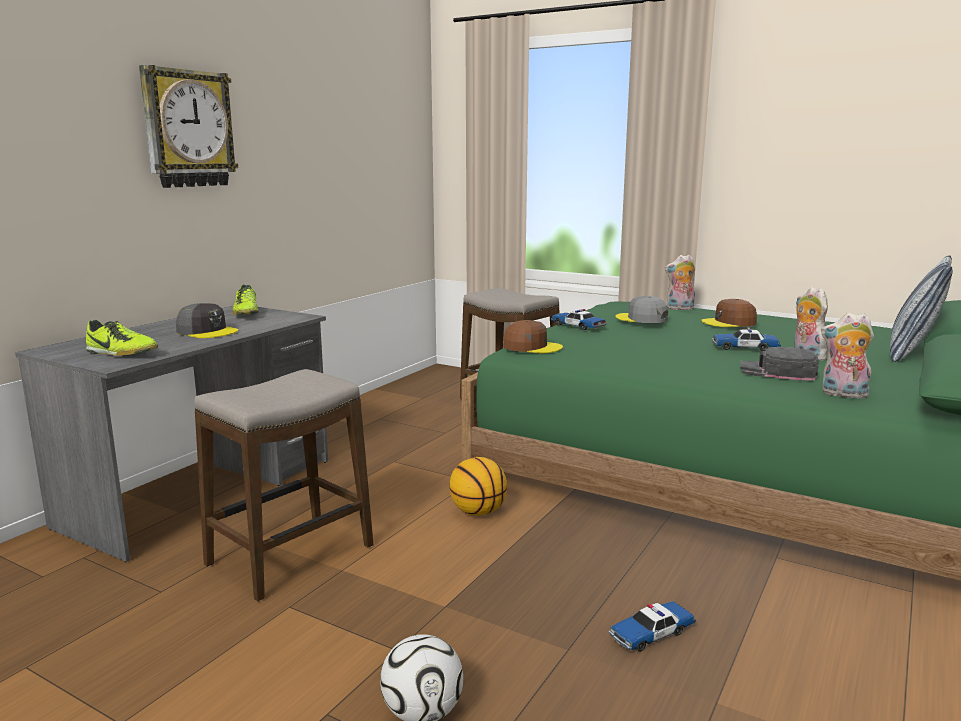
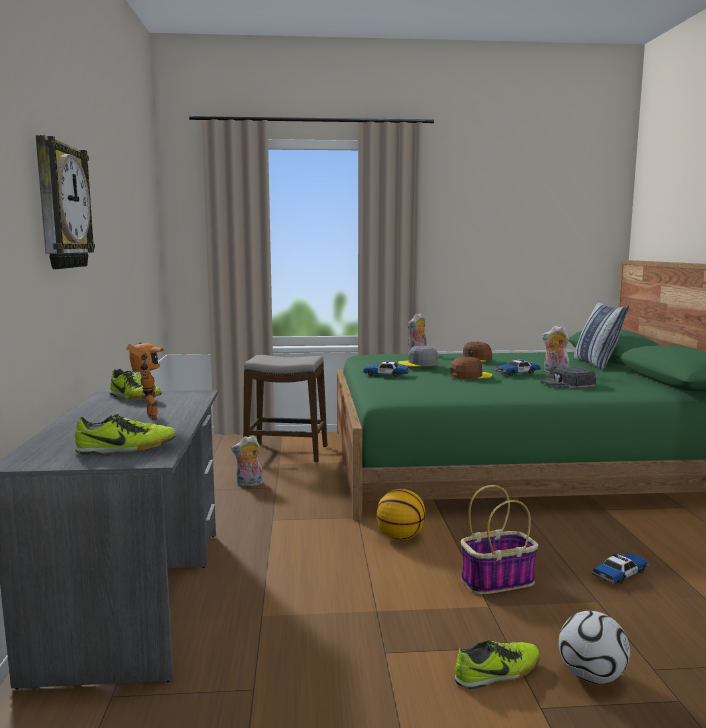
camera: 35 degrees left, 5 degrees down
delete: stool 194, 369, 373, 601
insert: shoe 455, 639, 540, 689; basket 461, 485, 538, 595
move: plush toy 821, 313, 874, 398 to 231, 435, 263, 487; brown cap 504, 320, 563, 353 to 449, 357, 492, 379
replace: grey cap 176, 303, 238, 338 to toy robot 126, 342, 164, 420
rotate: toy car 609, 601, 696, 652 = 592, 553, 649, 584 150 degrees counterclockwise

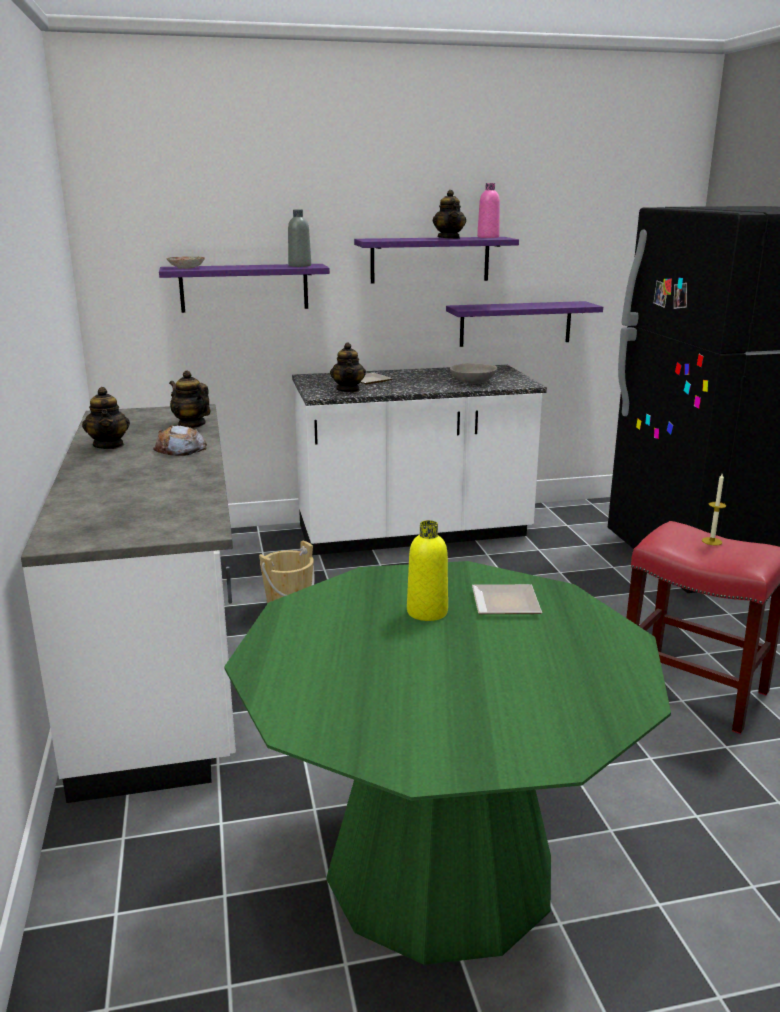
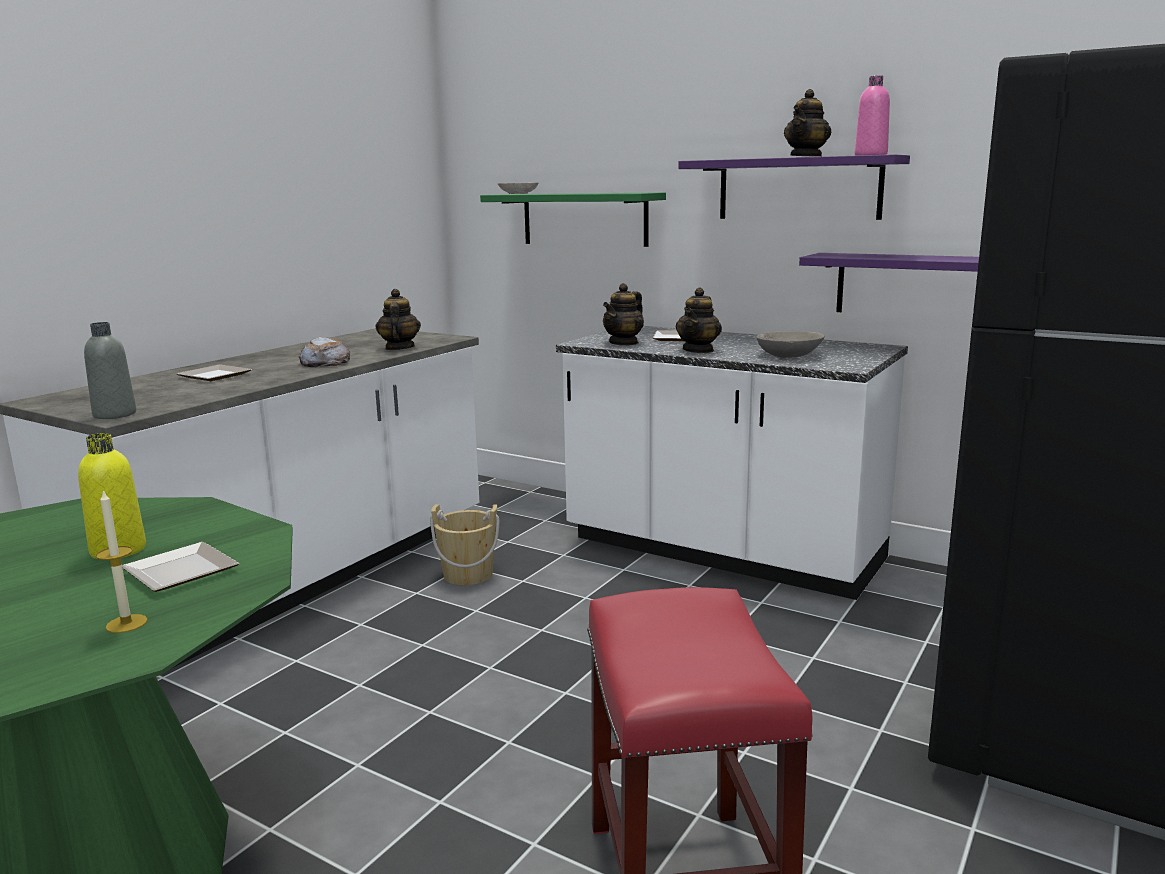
camera: 45 degrees right, 5 degrees down
insert: plate 177, 364, 252, 381
move: grey bottle 288, 209, 311, 267 to 84, 322, 136, 419; candle 702, 474, 726, 545 to 96, 490, 148, 633; teapot 82, 387, 130, 449 to 676, 287, 722, 353
recolor: purple shelf 159, 264, 330, 313 to green shelf 480, 192, 666, 247

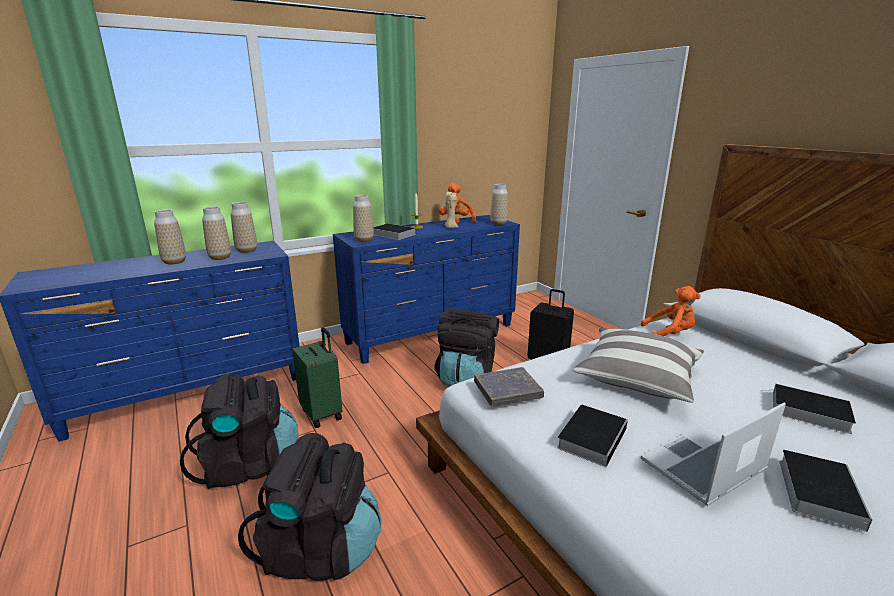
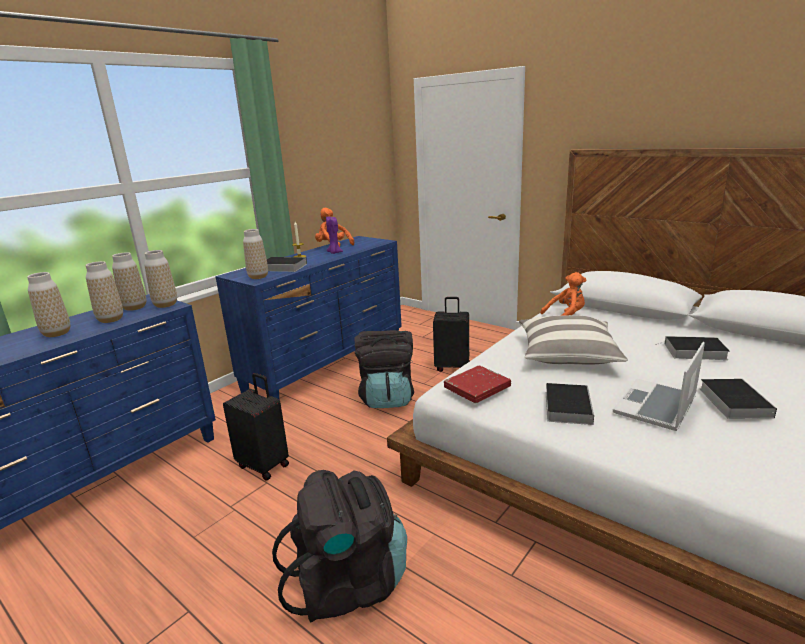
camera: 20 degrees left, 0 degrees up
delete: black backpack 180, 374, 299, 490
move: vase 490, 184, 508, 225 to 145, 250, 177, 308
recolor: green suitcase 292, 327, 342, 428 to black suitcase 223, 373, 289, 481; beige candle 444, 192, 458, 228 to purple candle 326, 217, 343, 254; grey book 474, 367, 544, 407 to red book 444, 366, 511, 403

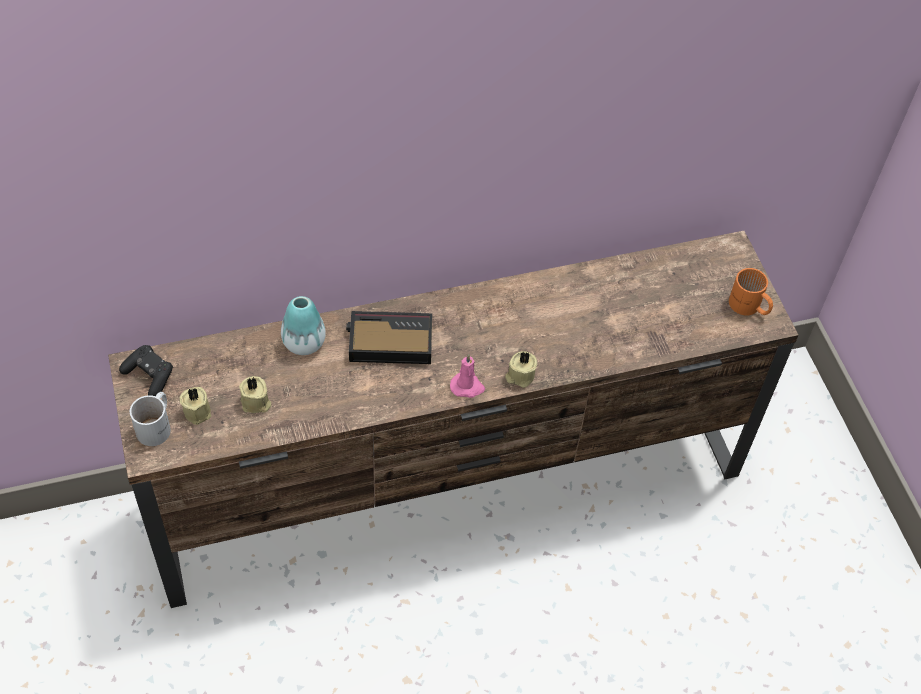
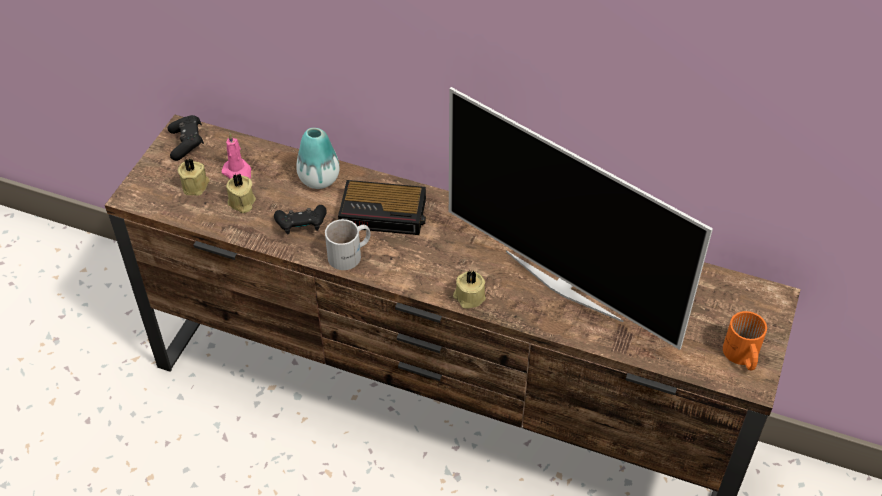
camera: 40 degrees right, 5 degrees down
insert: black game controller 274, 205, 327, 234; television 449, 87, 713, 350
move: pink candle 450, 354, 485, 398 to 222, 133, 252, 179; white mug 130, 392, 171, 446 to 325, 219, 371, 270
rotate: alarm clock 346, 311, 432, 364 = 338, 180, 426, 235 150 degrees clockwise

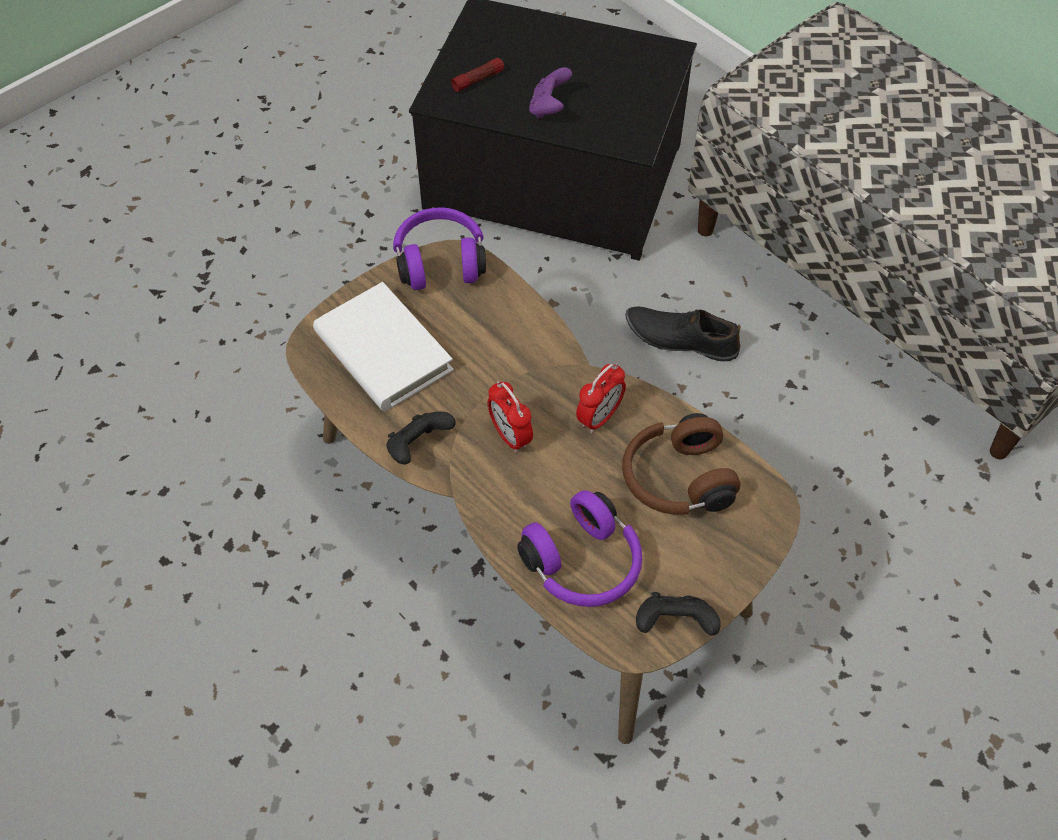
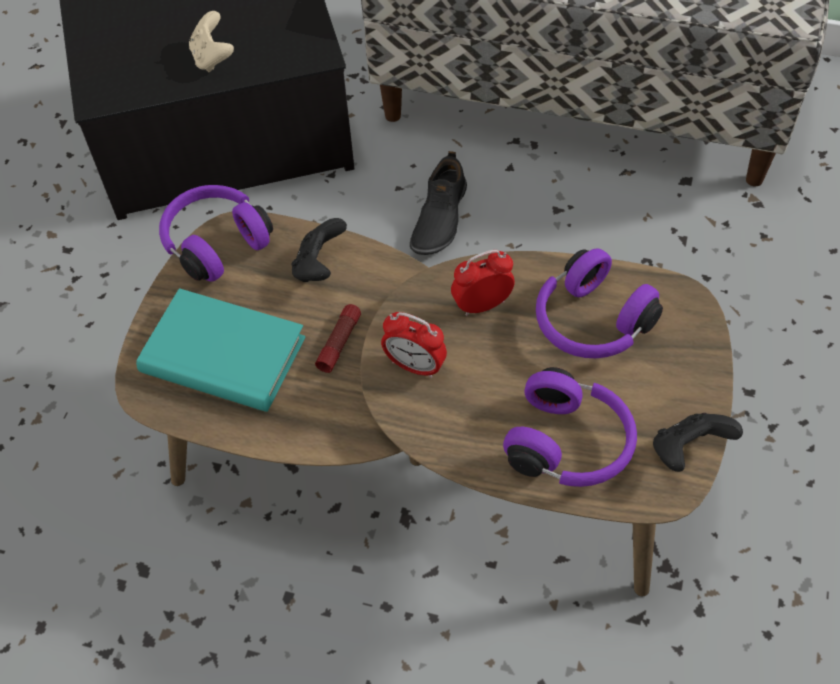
camera: 30 degrees left, 0 degrees up
move: black game controller 386, 411, 456, 465 to 291, 218, 347, 282; flashlight 451, 58, 504, 92 to 315, 304, 361, 373
recolor: white book 313, 282, 454, 412 to turquoise book 136, 288, 305, 412; purple game controller 529, 67, 572, 119 to beige game controller 189, 11, 234, 72; brown headphones 622, 413, 741, 515 to purple headphones 536, 248, 663, 358
rotate: black shoe 626, 306, 741, 362 = 410, 151, 467, 255 60 degrees counterclockwise; alarm clock 576, 363, 626, 433 = 451, 250, 515, 316 120 degrees counterclockwise

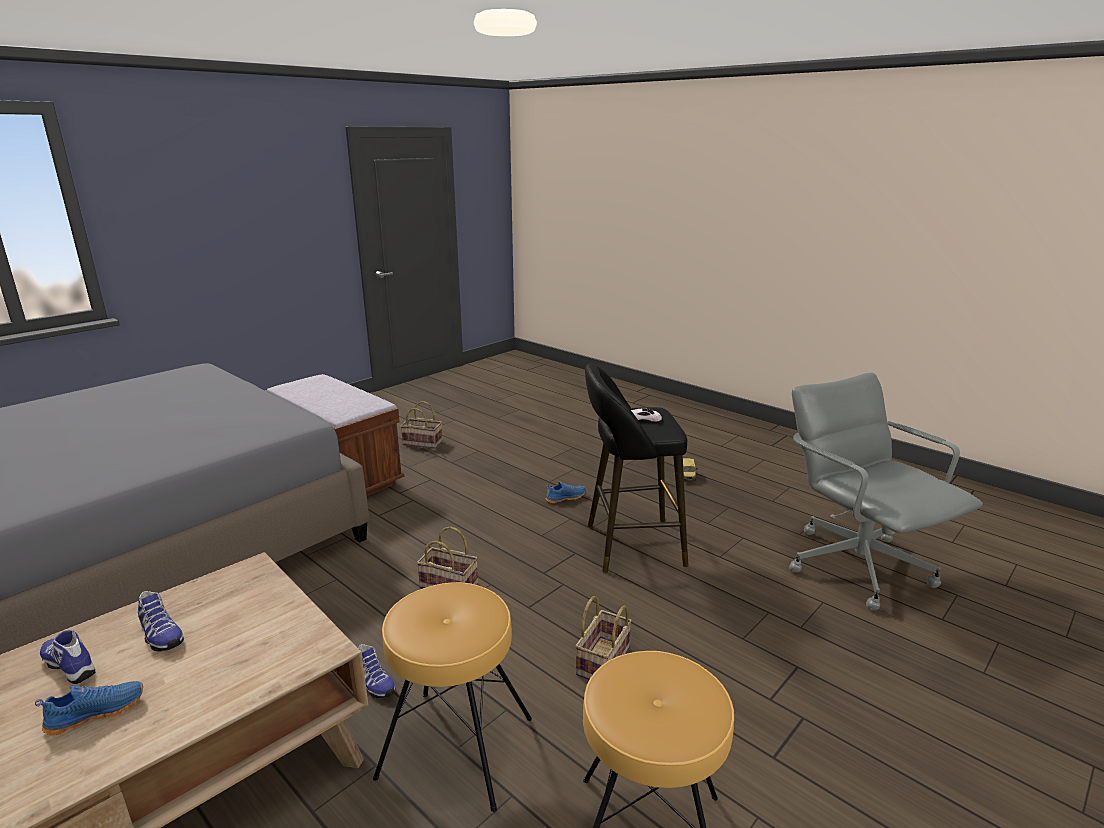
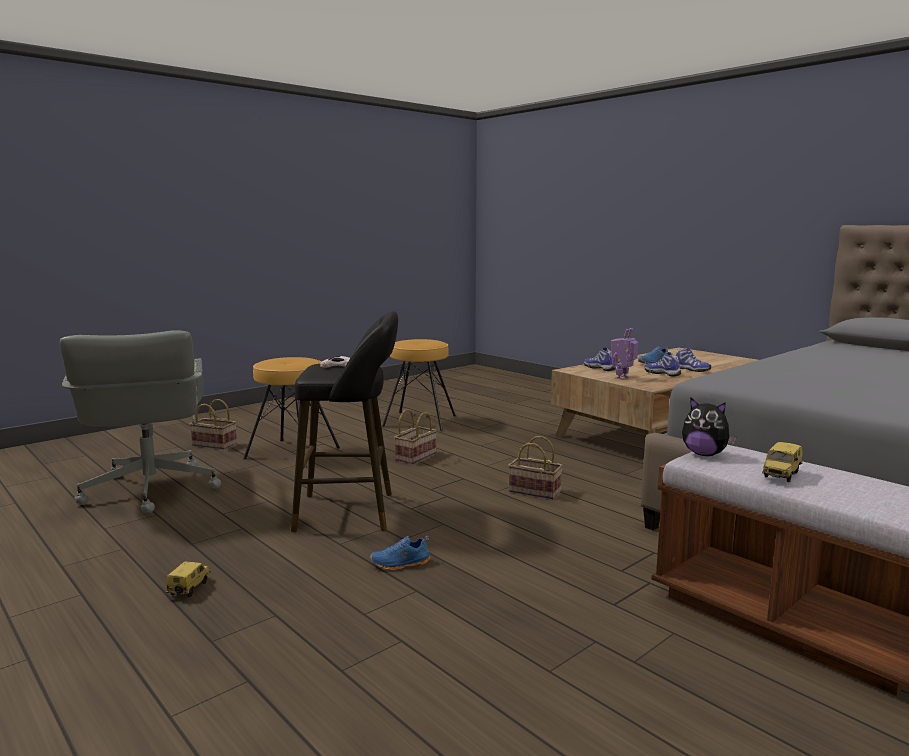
camera: 175 degrees left, 10 degrees down
insert: toy robot 611, 328, 639, 380; plush toy 682, 398, 737, 456; toy car 762, 442, 802, 482
move: basket 401, 401, 443, 449 to 190, 399, 237, 450; brown stool 373, 582, 532, 812 to 243, 357, 340, 468; shoe 358, 644, 395, 699 to 584, 347, 616, 371

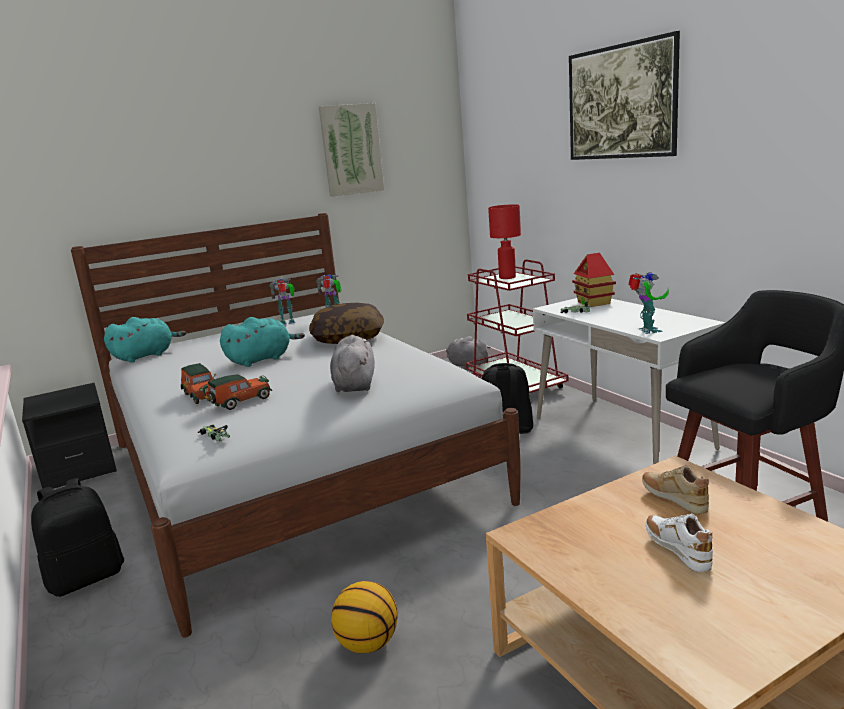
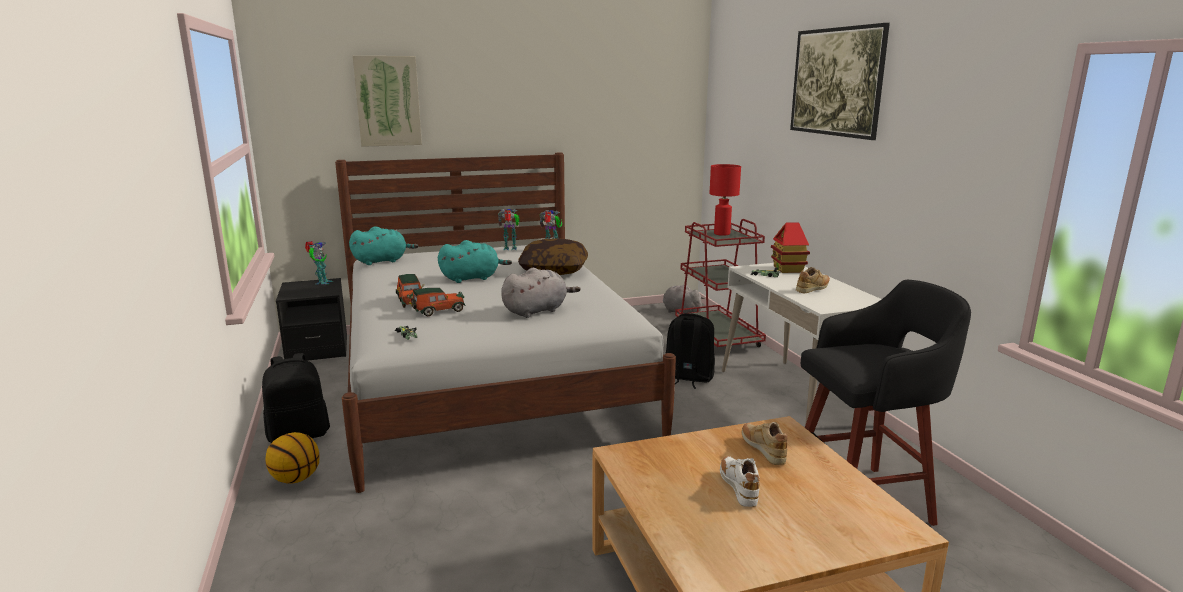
camera: 10 degrees right, 0 degrees up
insert: beige shoe 796, 267, 830, 294
move: basketball 331, 581, 398, 653 to 265, 432, 319, 484; toy robot 628, 272, 669, 334 to 305, 241, 333, 284; picture 319, 103, 384, 197 to 353, 56, 422, 147
rotate: grey plush toy 330, 335, 375, 392 = 501, 268, 581, 318 45 degrees clockwise

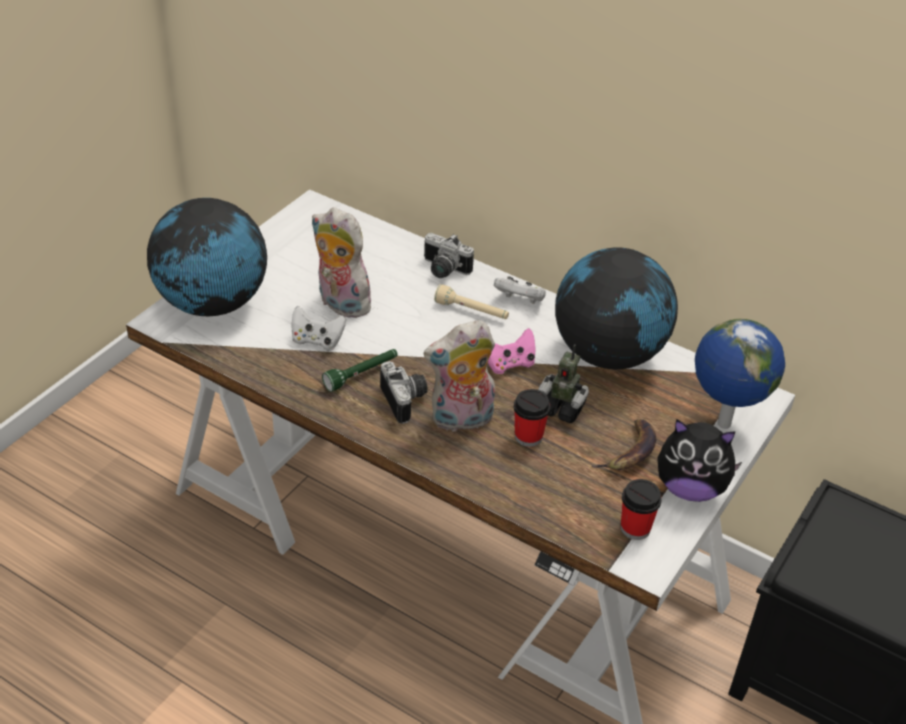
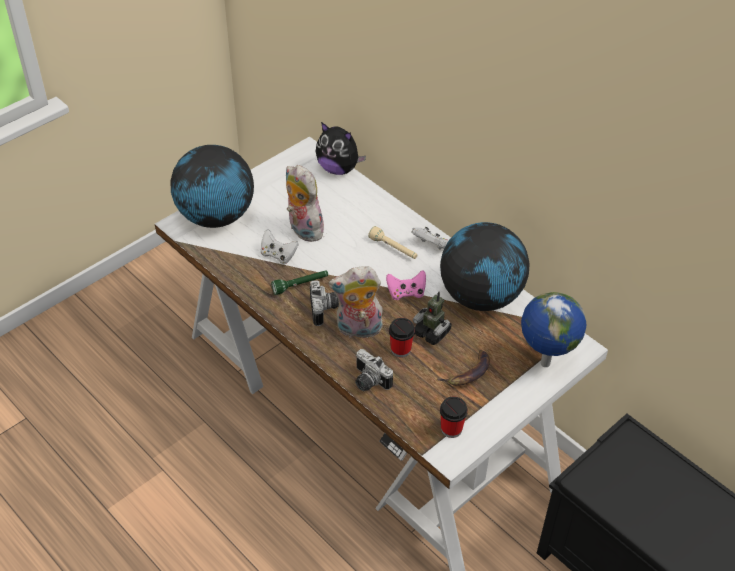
camera: 15 degrees right, 5 degrees up
move: plush toy 657, 419, 742, 502 to 316, 122, 366, 175; photo camera 424, 233, 474, 278 to 355, 349, 393, 391

